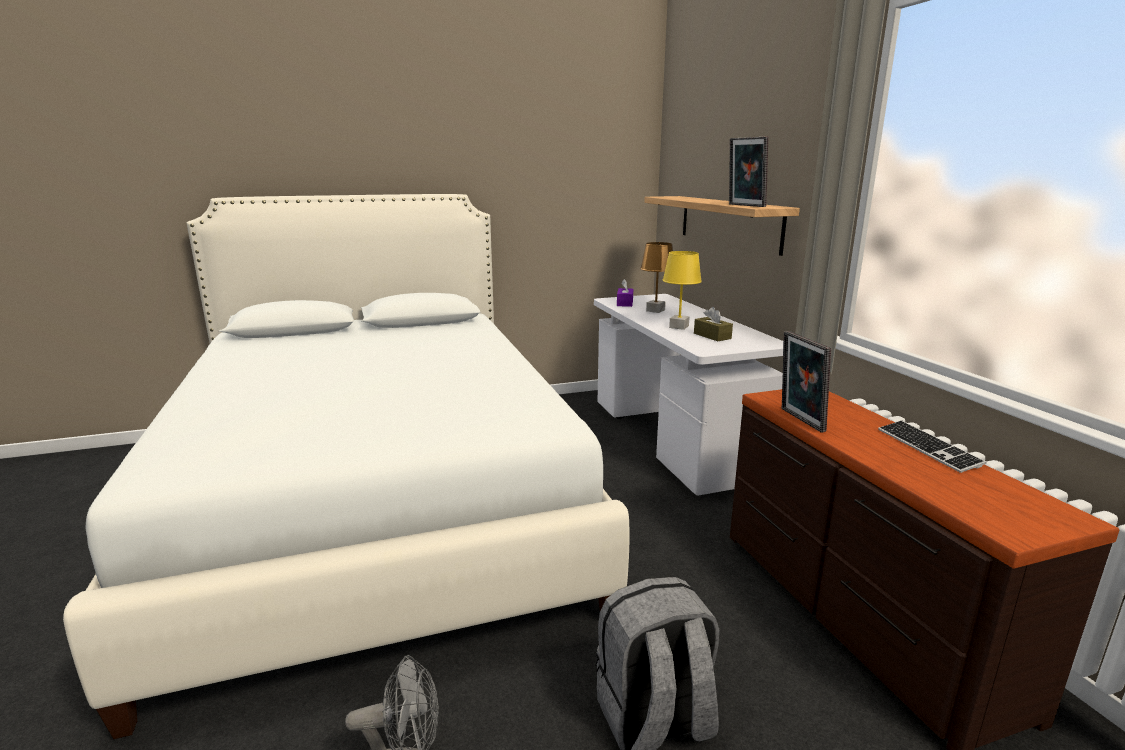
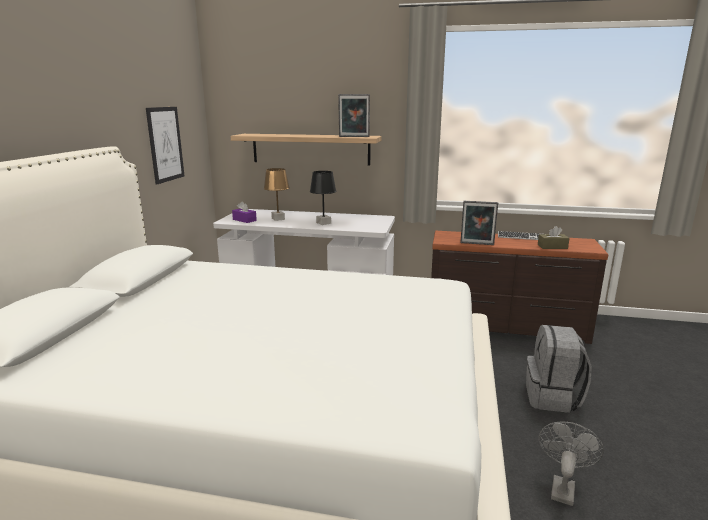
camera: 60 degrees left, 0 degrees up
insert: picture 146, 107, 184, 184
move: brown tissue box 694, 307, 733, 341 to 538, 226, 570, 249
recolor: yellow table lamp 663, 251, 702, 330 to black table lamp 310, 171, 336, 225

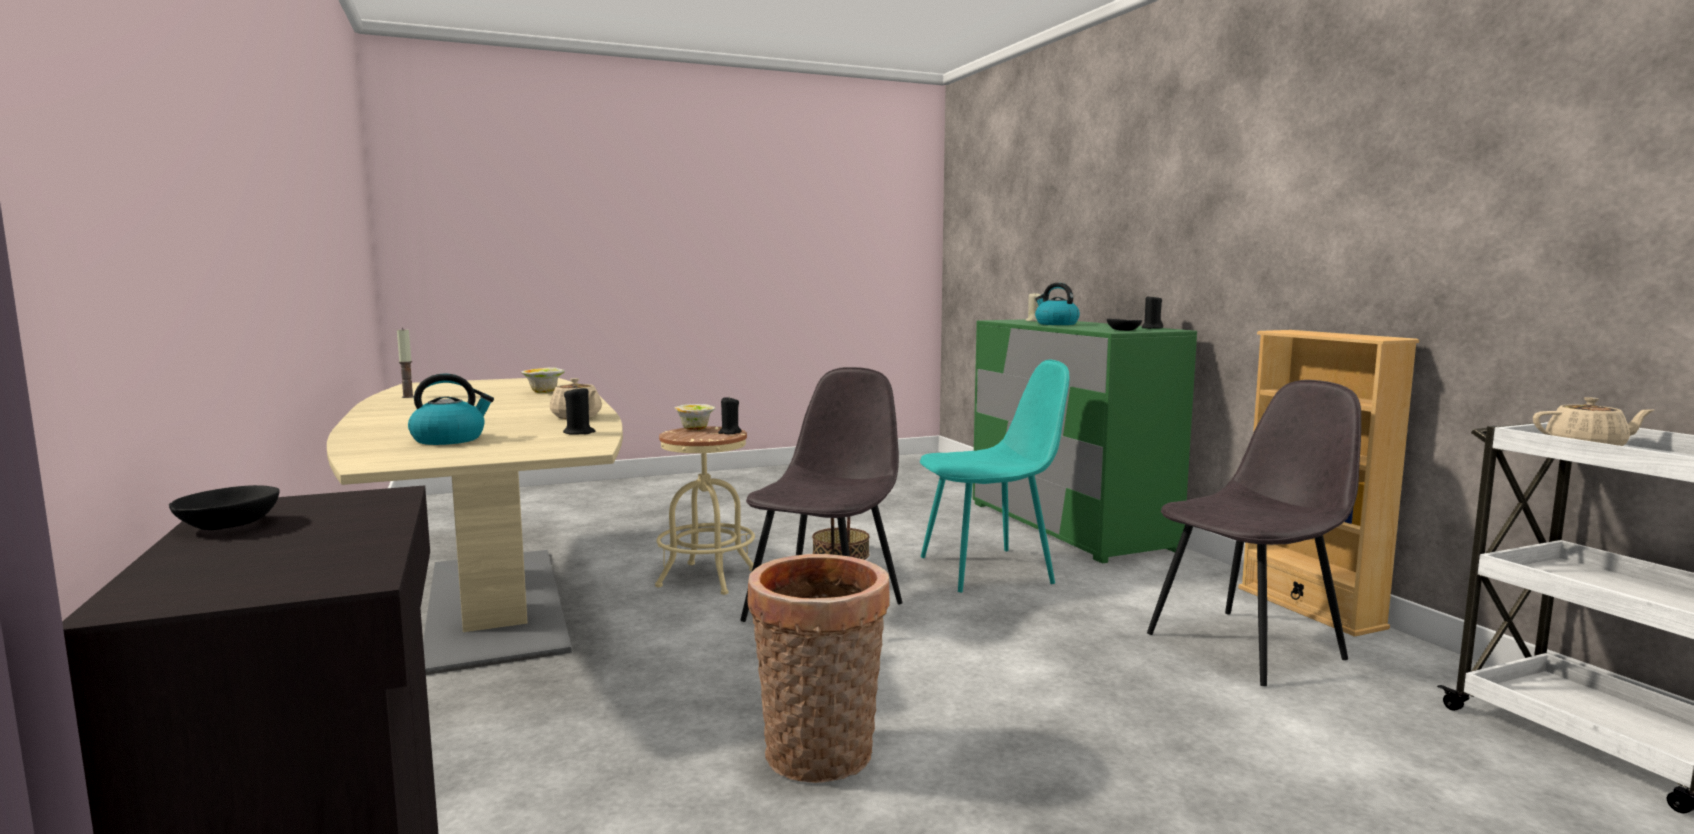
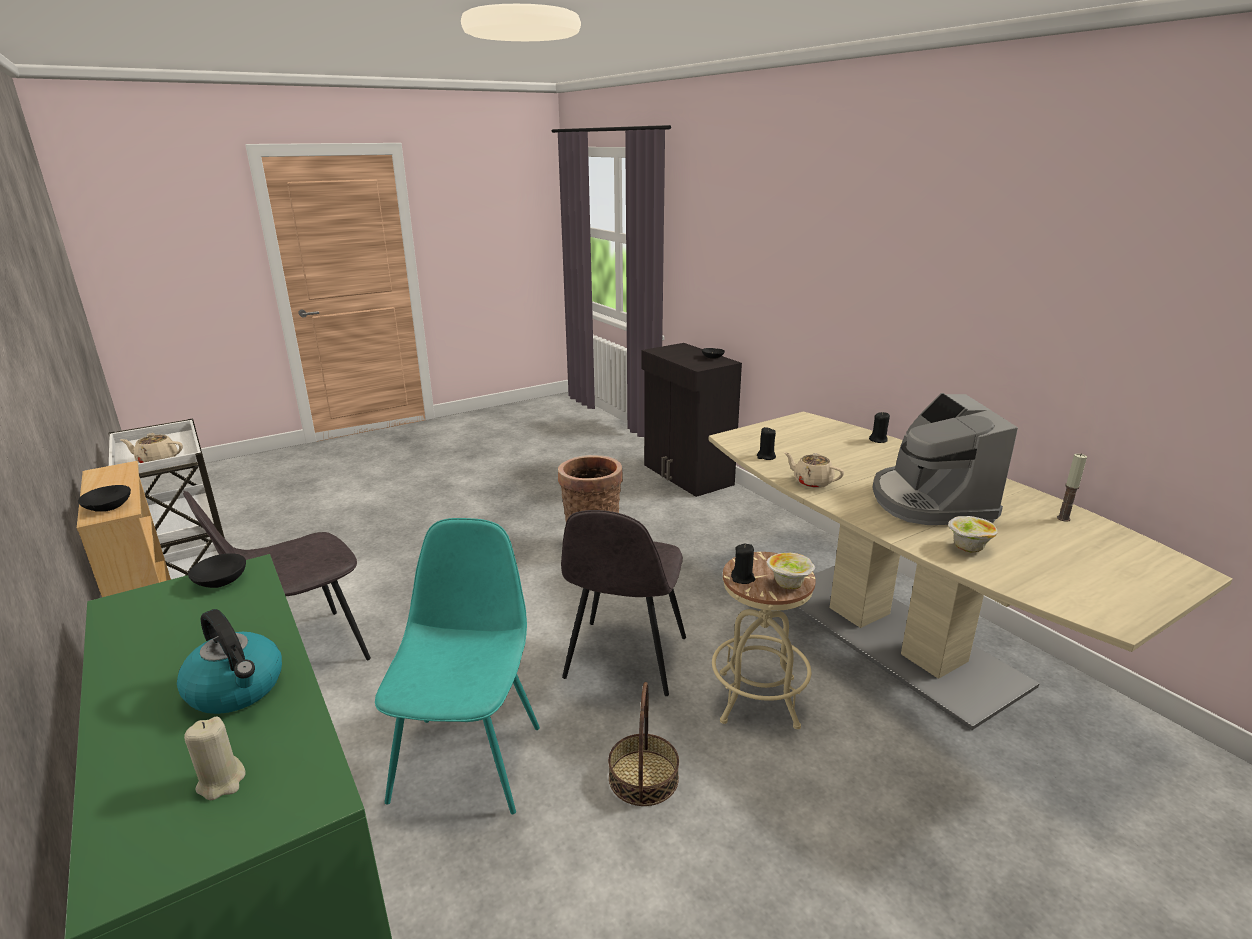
camera: 170 degrees right, 15 degrees up
delete: kettle 408, 374, 494, 445
insert: black bowl 78, 485, 131, 512; coffee machine 872, 393, 1018, 525
move: black candle 1142, 297, 1163, 329 to 869, 412, 890, 443
rotate: turquoise chair 920, 360, 1070, 592 = 375, 518, 540, 814 120 degrees clockwise

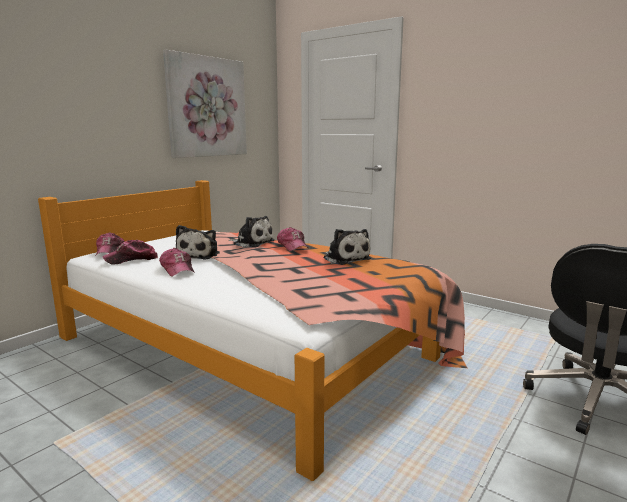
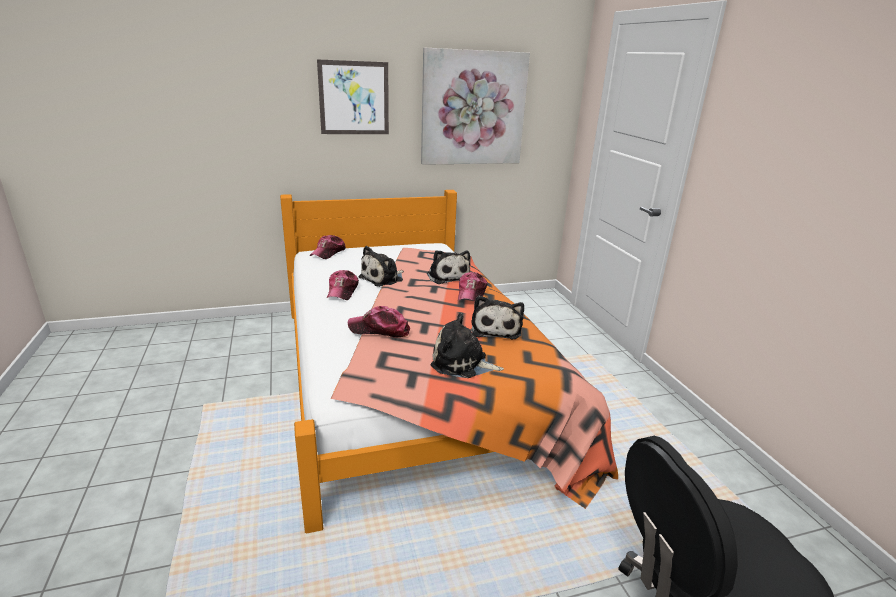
camera: 35 degrees right, 10 degrees up
insert: picture 317, 59, 389, 134; plush toy 431, 313, 504, 378
move: cap 102, 240, 158, 264 to 348, 306, 410, 338

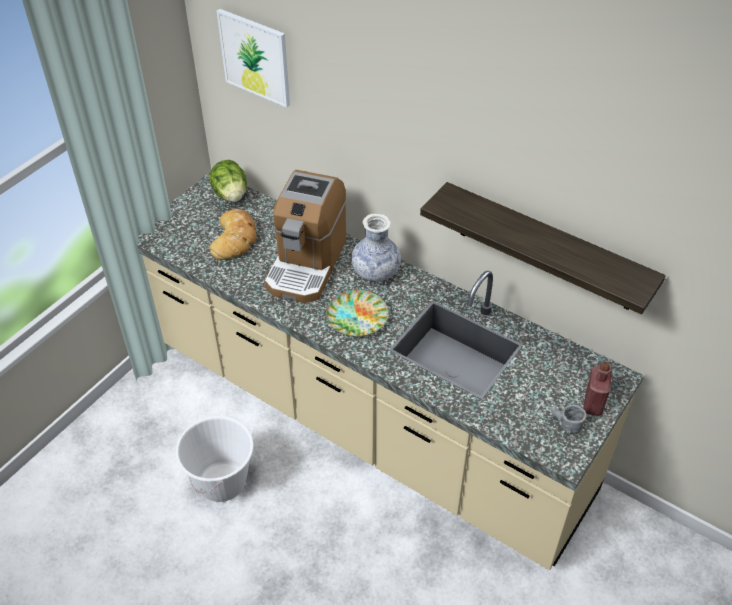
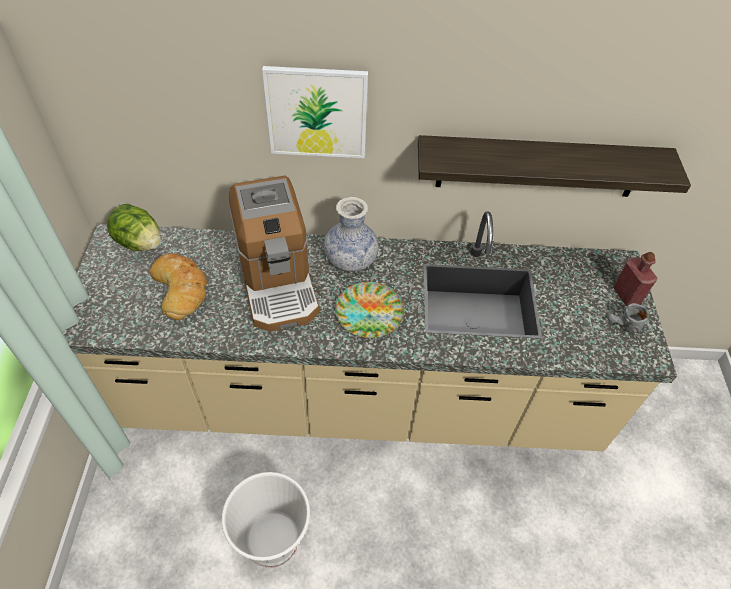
camera: 35 degrees left, 5 degrees up
move: picture 217, 9, 290, 108 to 262, 66, 368, 158

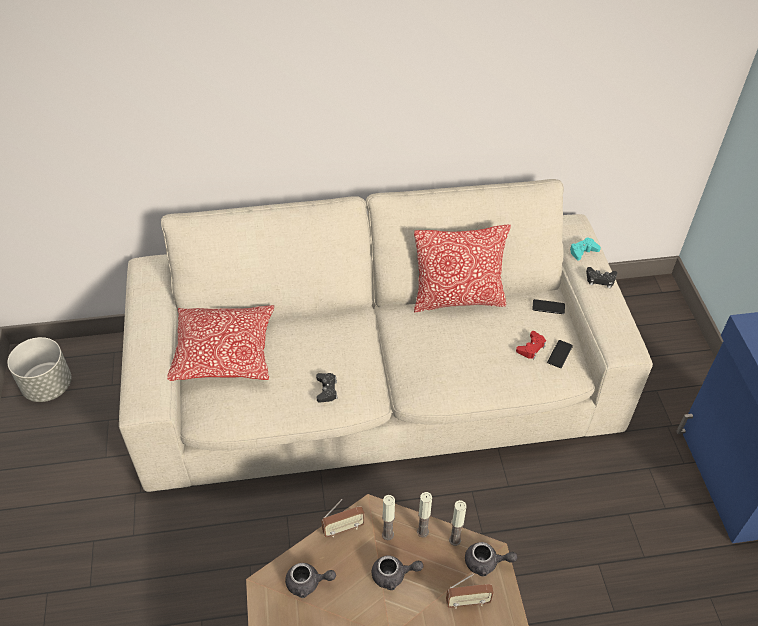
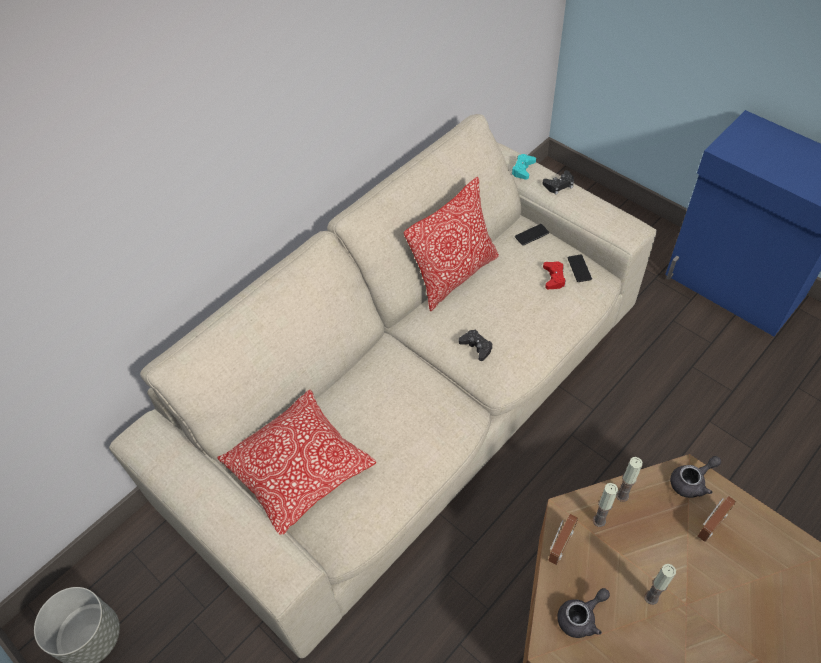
camera: 35 degrees left, 5 degrees up
delete: grey teapot 372, 555, 423, 590
move: black game controller 316, 373, 337, 403 to 458, 330, 492, 361; candle 449, 500, 466, 546 to 644, 564, 676, 605

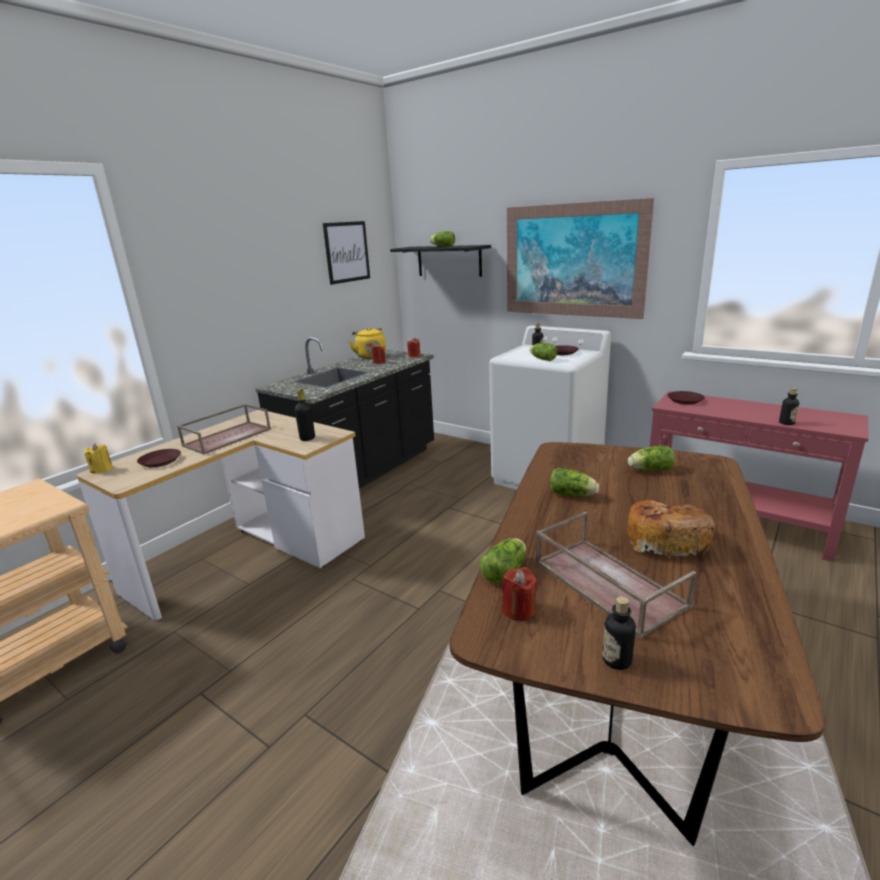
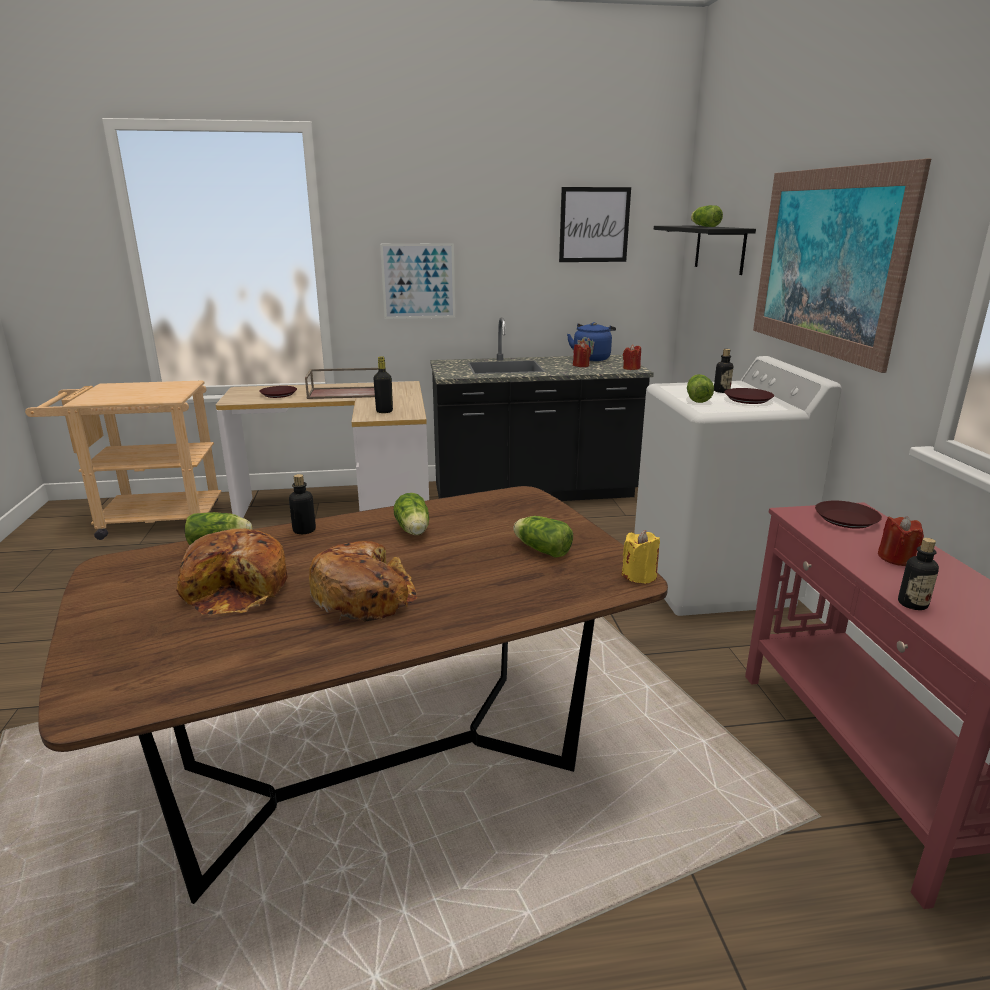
camera: 45 degrees right, 0 degrees up
insert: picture 380, 243, 455, 319
move: bottle 602, 596, 636, 670 to 289, 474, 316, 534; yellow candle 85, 444, 113, 473 to 622, 530, 660, 584; red candle 502, 567, 538, 621 to 878, 516, 924, 566
replace: brown tray 536, 512, 697, 638 to bread 176, 528, 288, 615
recolor: yellow kettle 349, 328, 386, 359 to blue kettle 567, 322, 616, 361

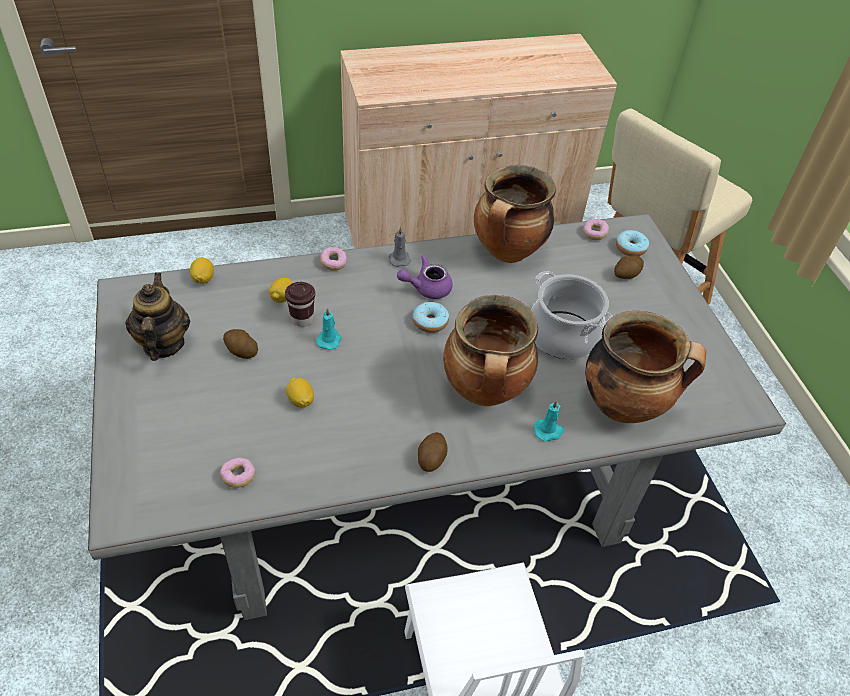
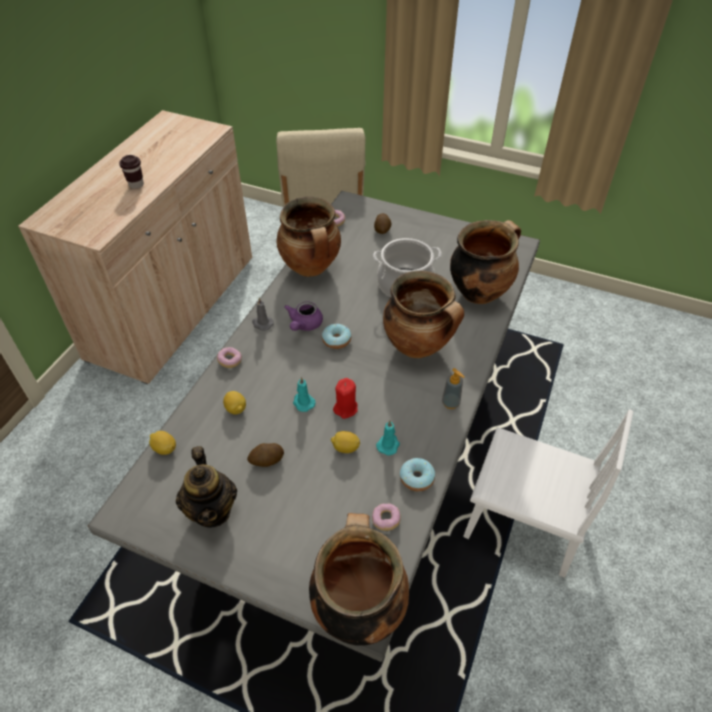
camera: 50 degrees left, 0 degrees up
insert: cooking pot 309, 513, 409, 646; red candle 333, 378, 358, 419
move: brown cup 285, 282, 315, 327 to 119, 155, 144, 189; turquoise candle 533, 400, 564, 442 to 376, 421, 400, 455; donut 616, 230, 649, 256 to 400, 458, 435, 491
replace: potato 418, 432, 448, 472 to soap dispenser 442, 368, 464, 409
rotate: teapot 125, 273, 190, 361 = 176, 446, 237, 528 135 degrees counterclockwise

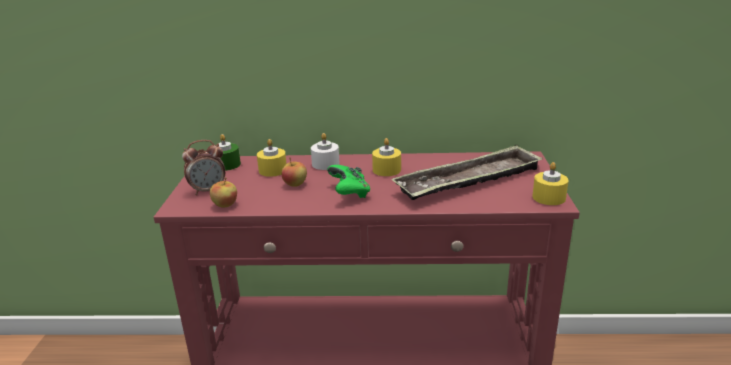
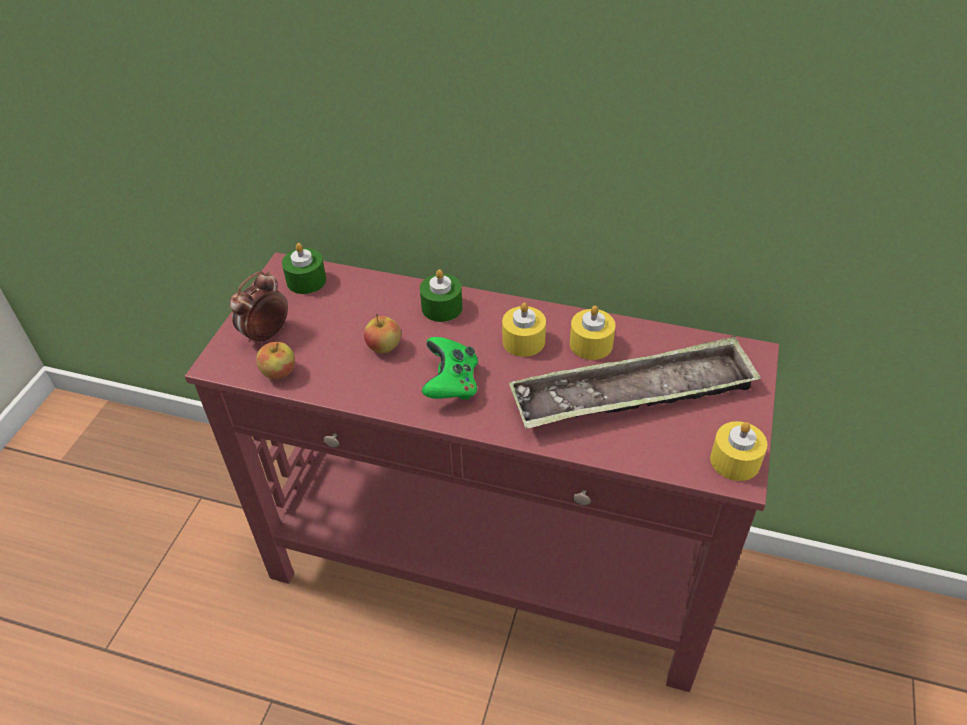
camera: 15 degrees right, 20 degrees up
move: yellow candle 257, 139, 286, 177 to 570, 306, 615, 360
recolor: white candle 311, 133, 340, 170 to green candle 420, 269, 463, 322
rotate: alarm clock 182, 140, 225, 195 = 229, 271, 288, 346 135 degrees clockwise

